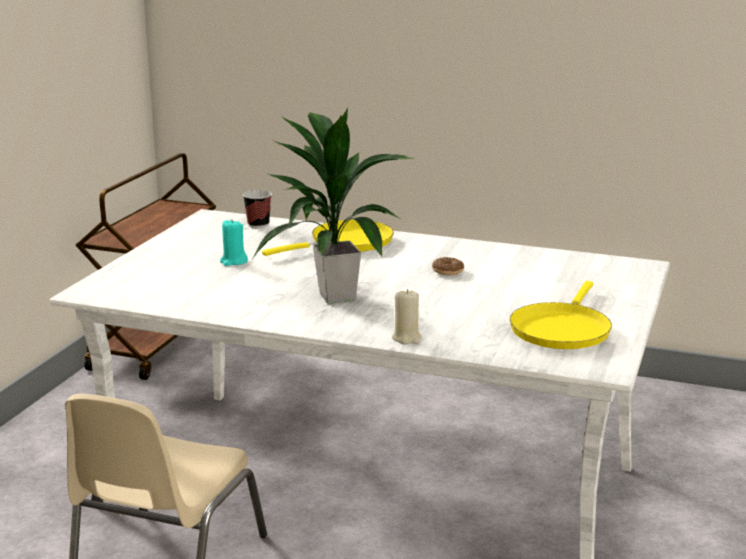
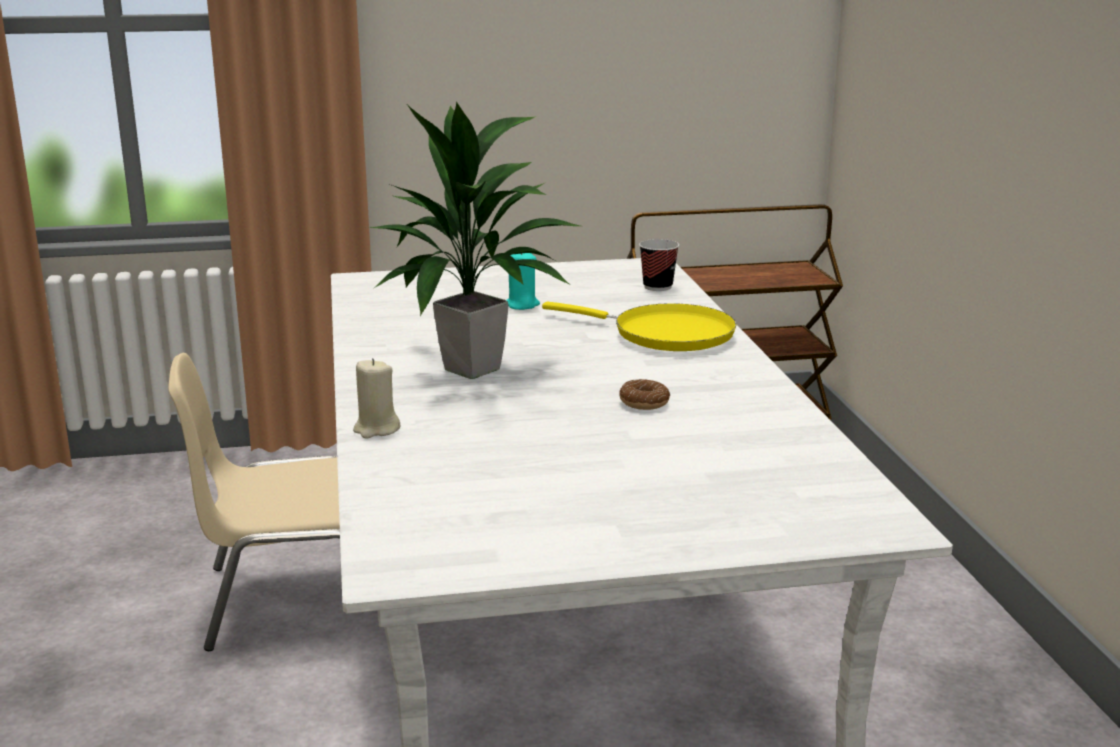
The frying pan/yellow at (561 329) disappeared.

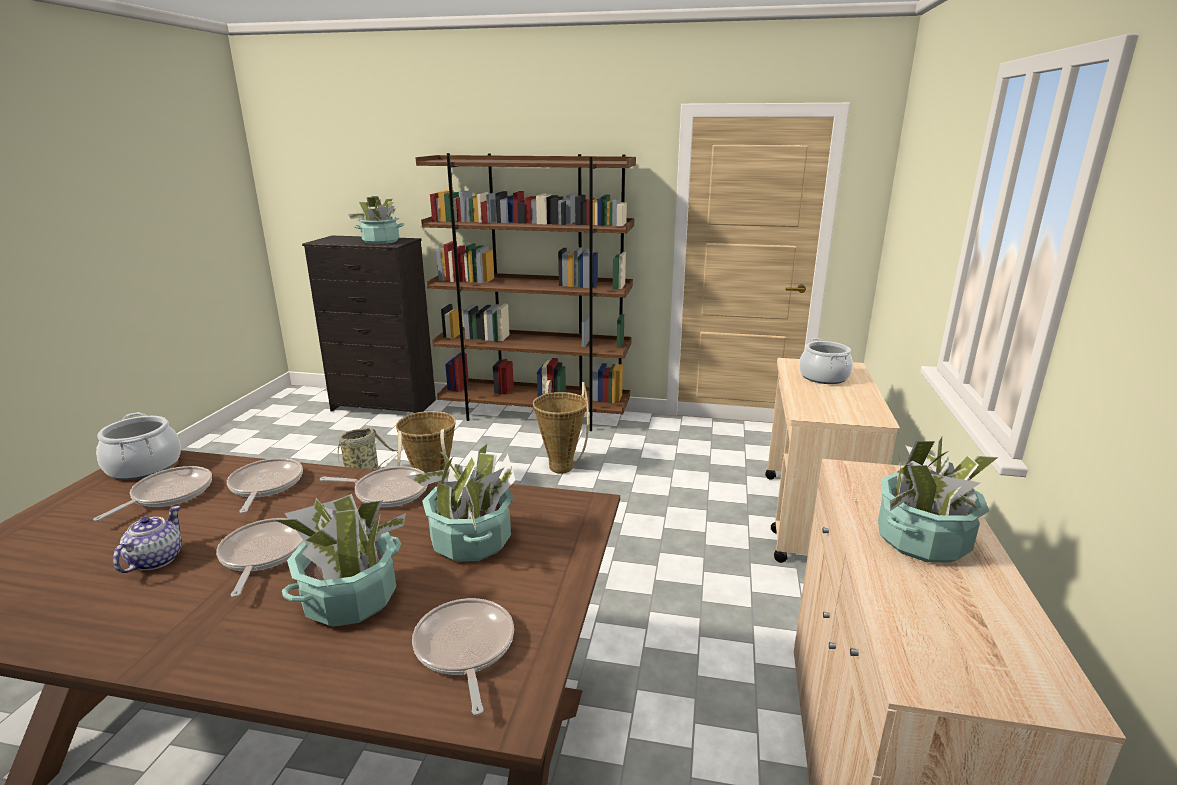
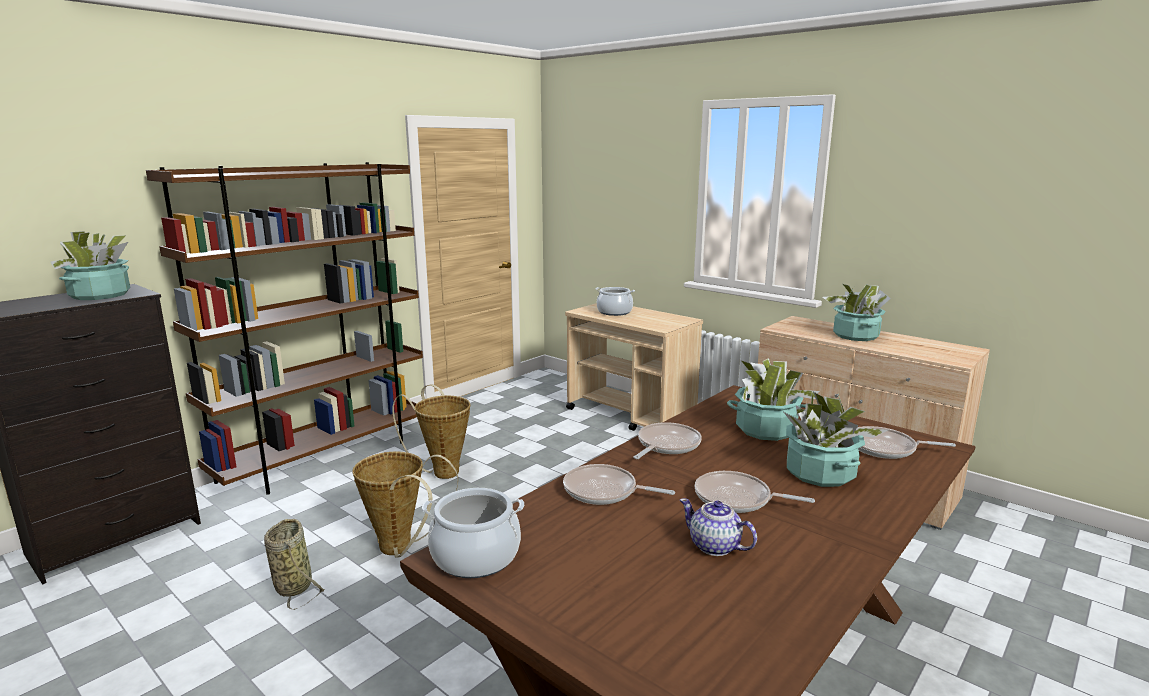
The frying pan at (168 495) disappeared.

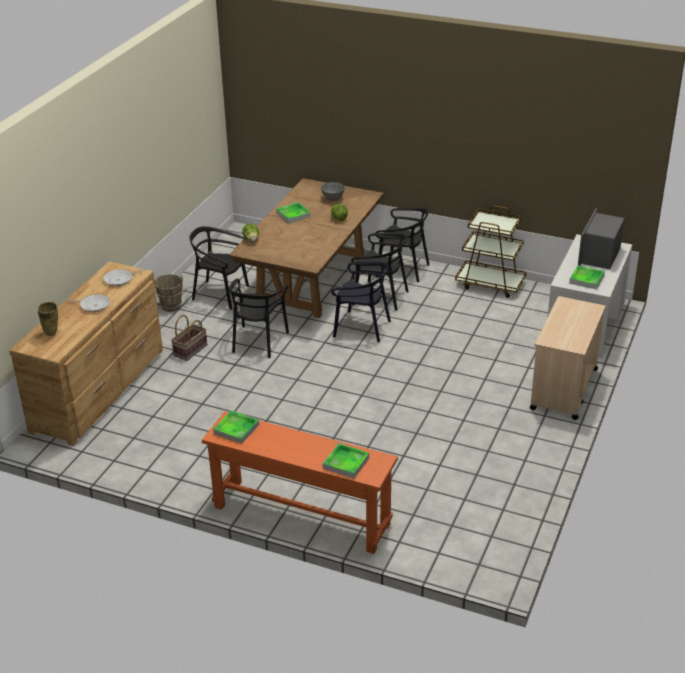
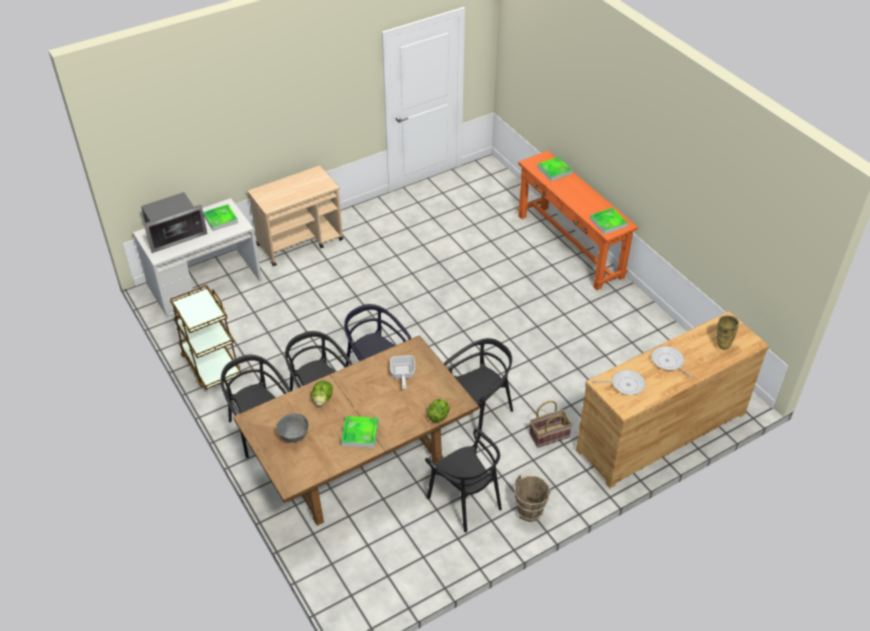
The frying pan at (402 375) appeared.

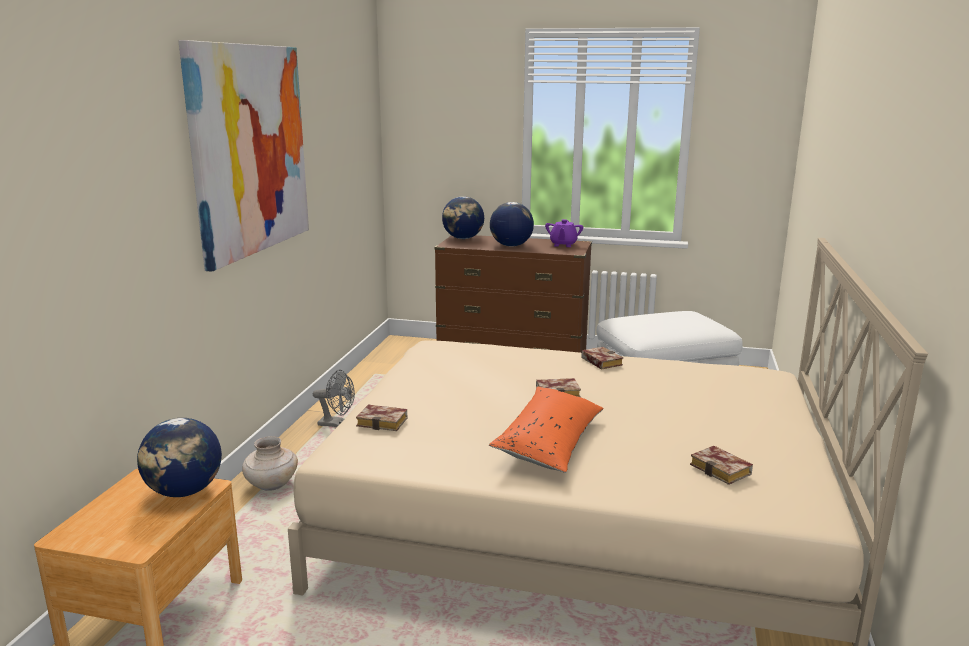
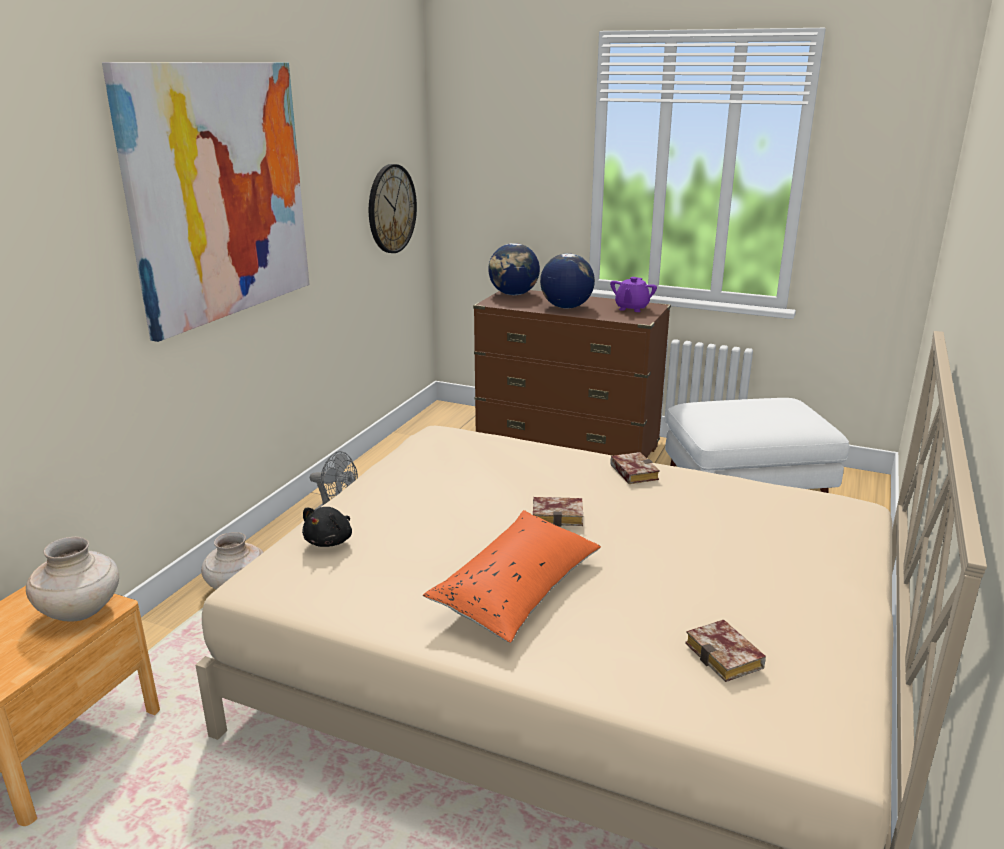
The wall clock at (391 209) appeared. The globe at (184 491) was replaced by the vase/beige at (81 611). The book at (384 422) was replaced by the plush toy/black at (330 541).

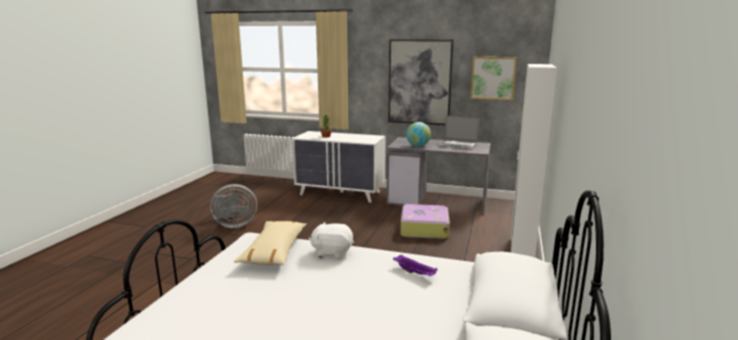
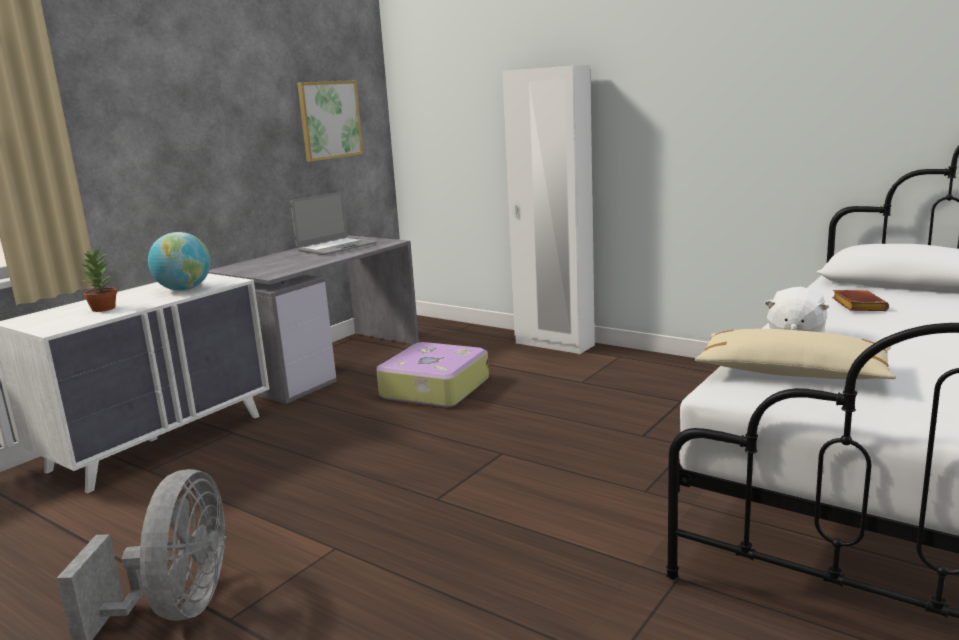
The picture at (419 82) disappeared. The globe moved from (418 146) to (184 289). The tray/purple at (415 273) was replaced by the book/brown at (856 305).

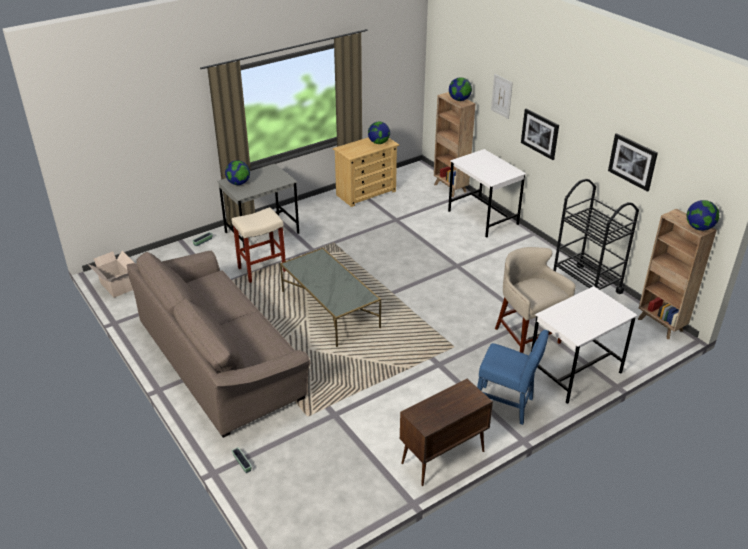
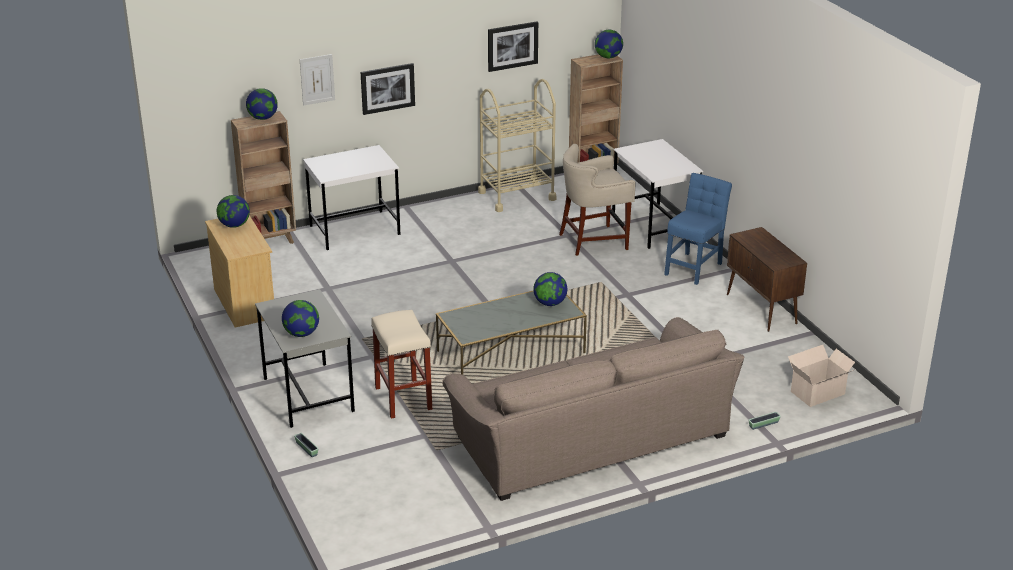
The globe at (550 303) appeared. The cardboard box moved from (117 286) to (819 392). The cart/black at (586 285) became the cart/beige at (516 195).

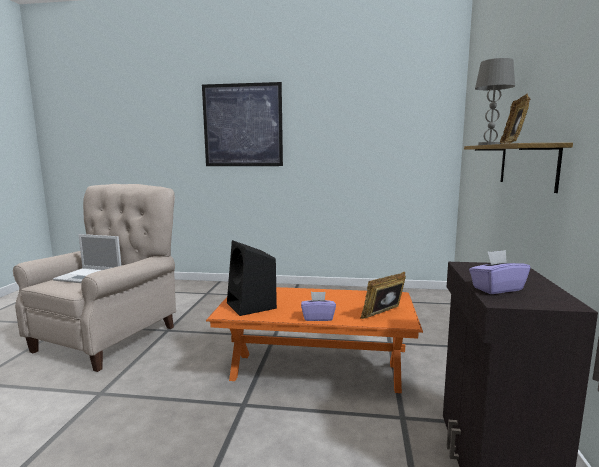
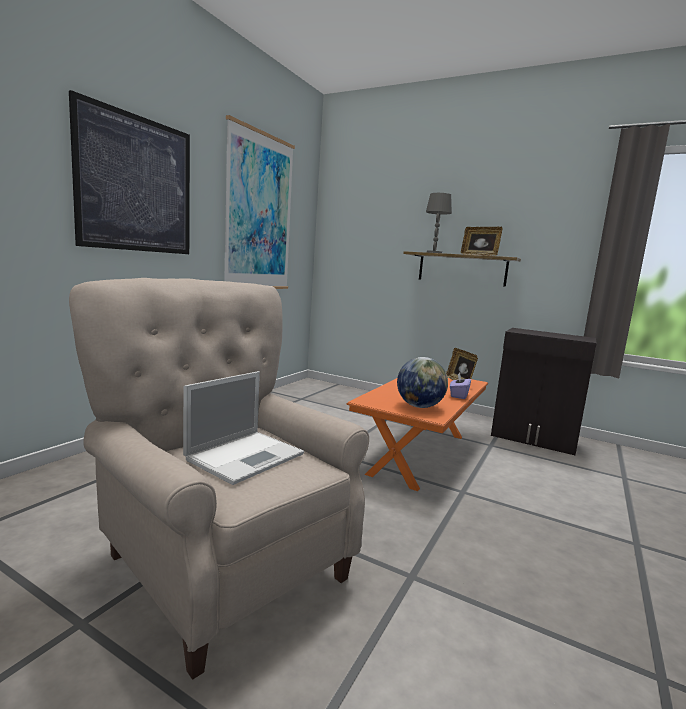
The tissue box/purple at (496 289) disappeared. The picture at (259 213) appeared. The speaker/black at (252 306) was replaced by the globe at (419 406).

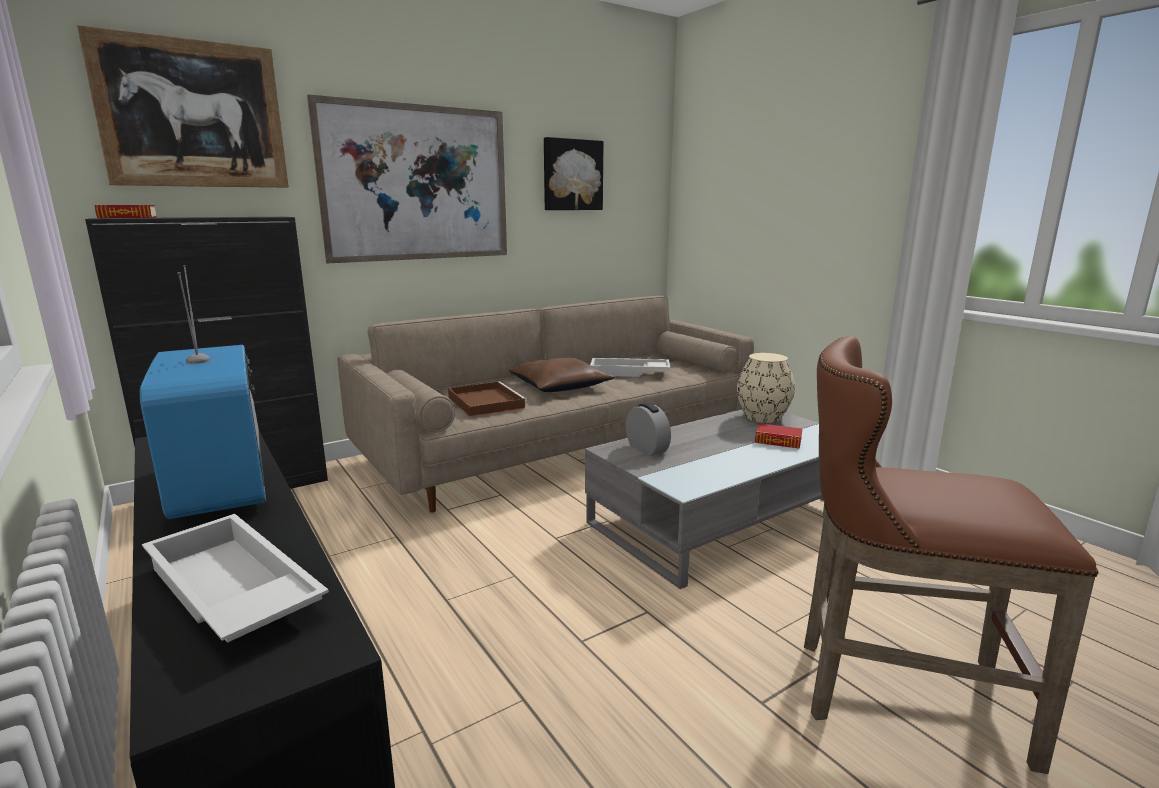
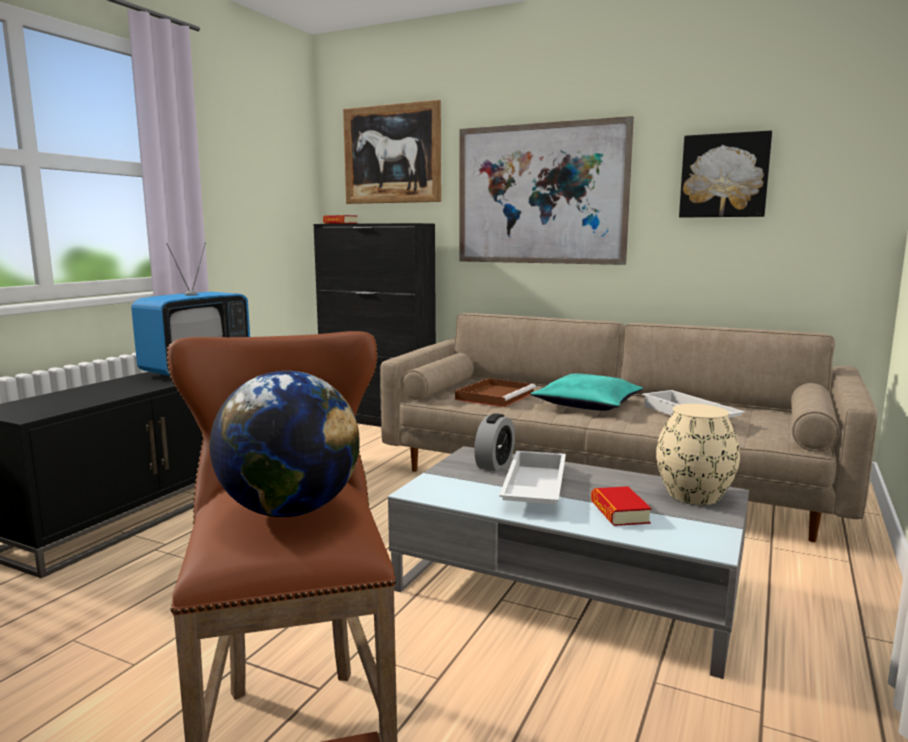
The globe at (290 510) appeared. The tray/white moved from (229 593) to (532 489). The pillow/brown at (560 386) became the pillow/turquoise at (588 405).

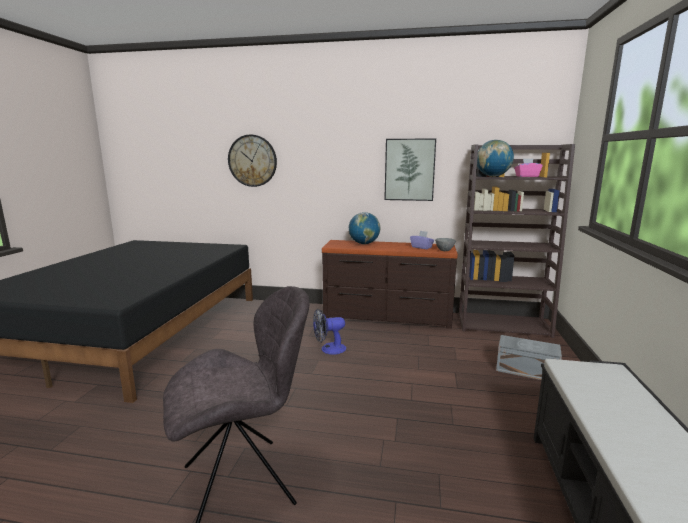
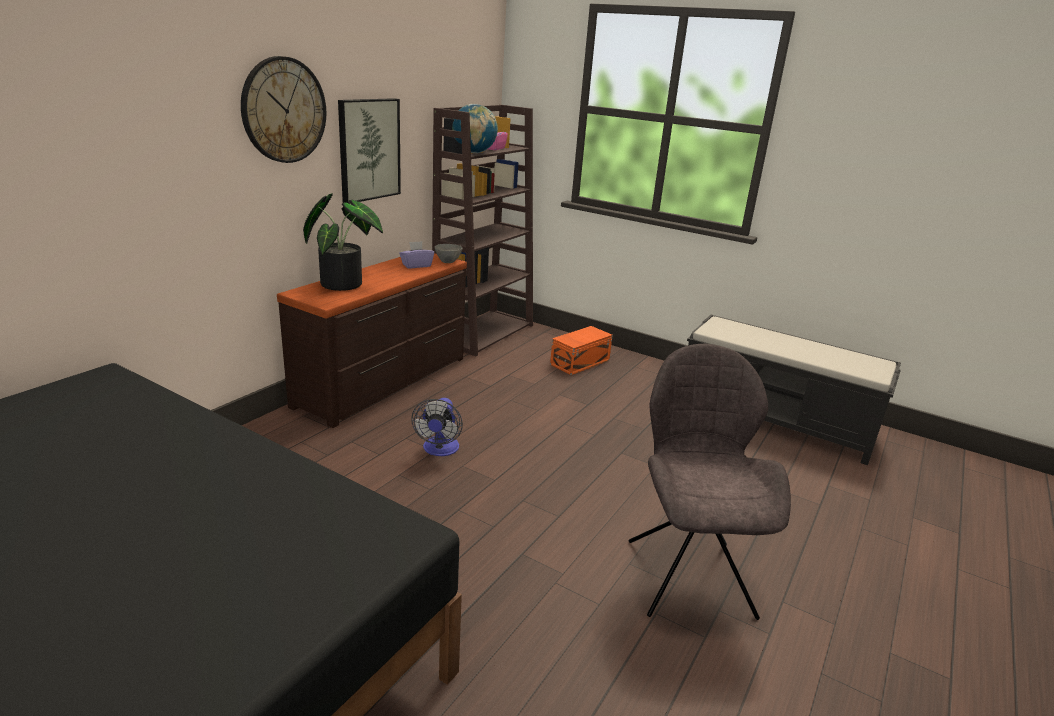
The wall clock moved from (252 161) to (284 110). The globe at (364 244) was replaced by the potted plant at (346 283). The storage box/grey at (525 369) became the storage box/orange at (578 362).

